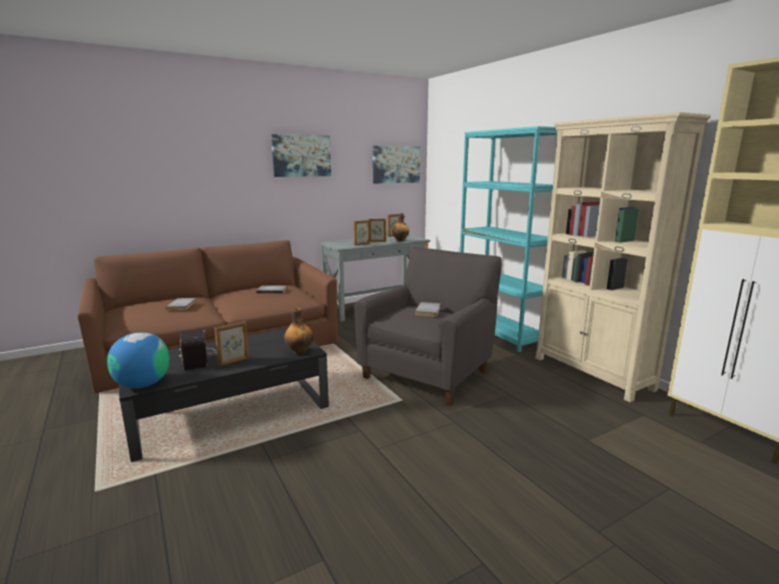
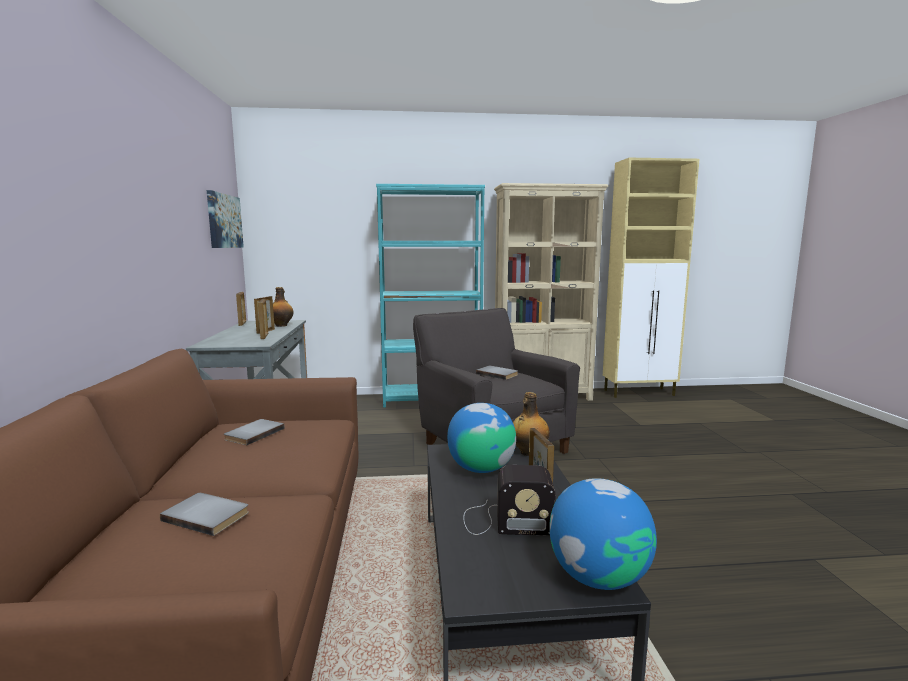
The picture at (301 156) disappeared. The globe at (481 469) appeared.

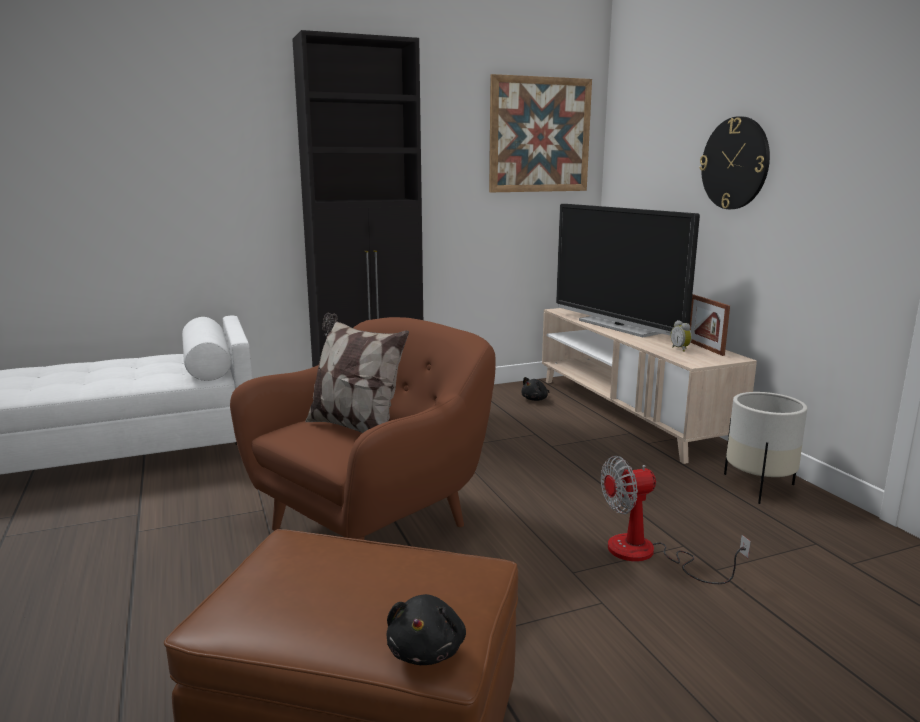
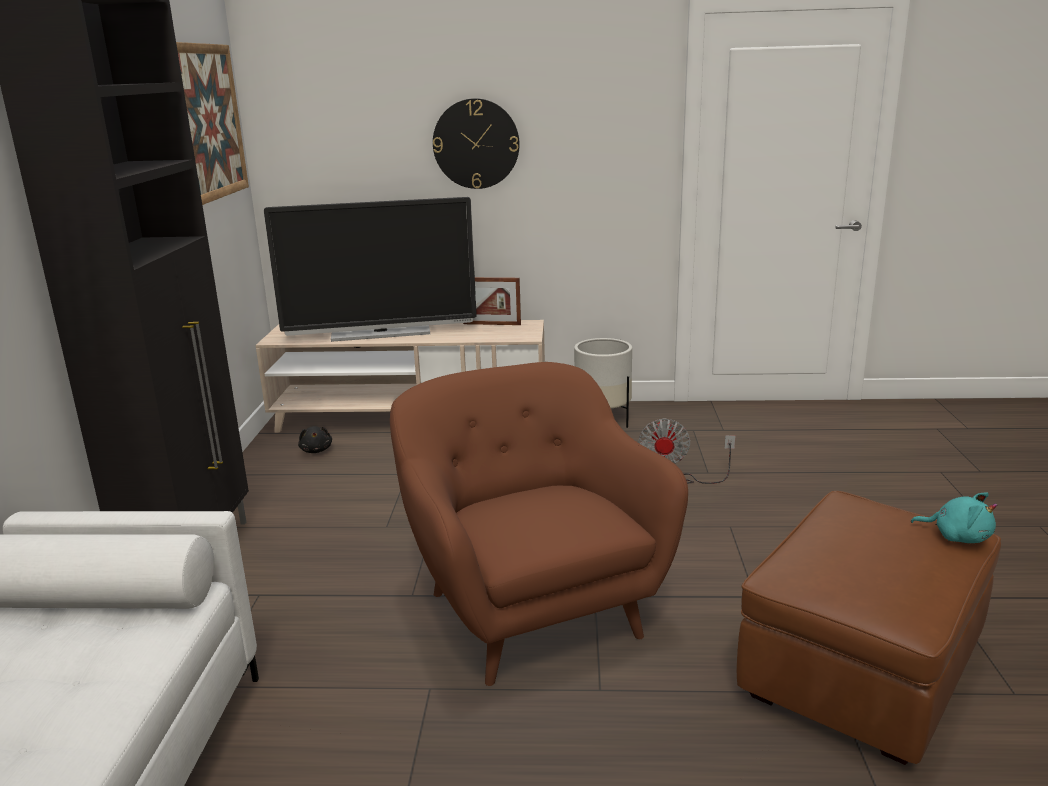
The pillow at (355 428) disappeared. The alarm clock at (681 349) disappeared. The plush toy/black at (427 650) became the plush toy/turquoise at (957 536).

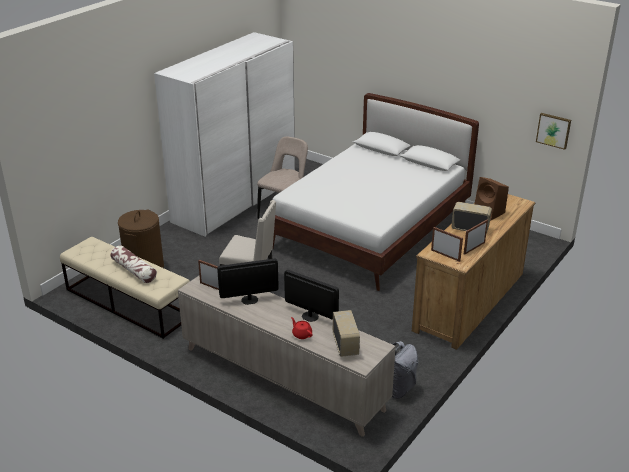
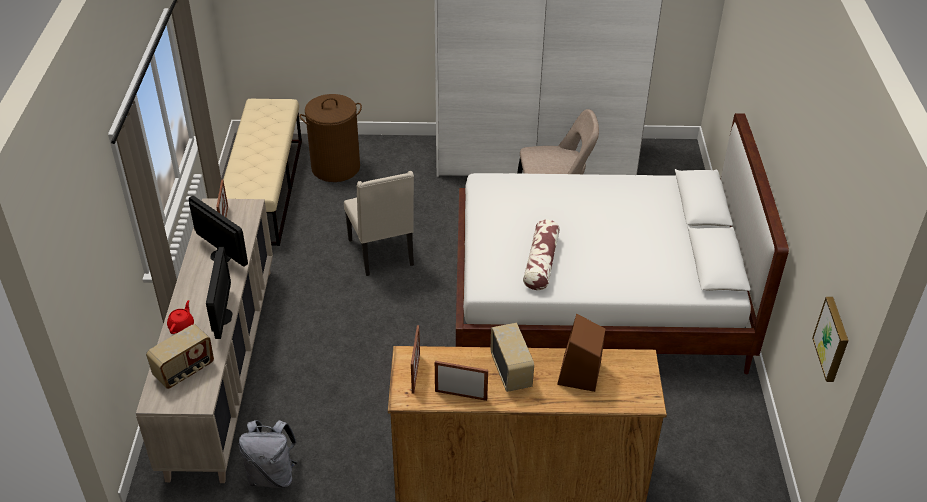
The pillow moved from (134 270) to (541 263).

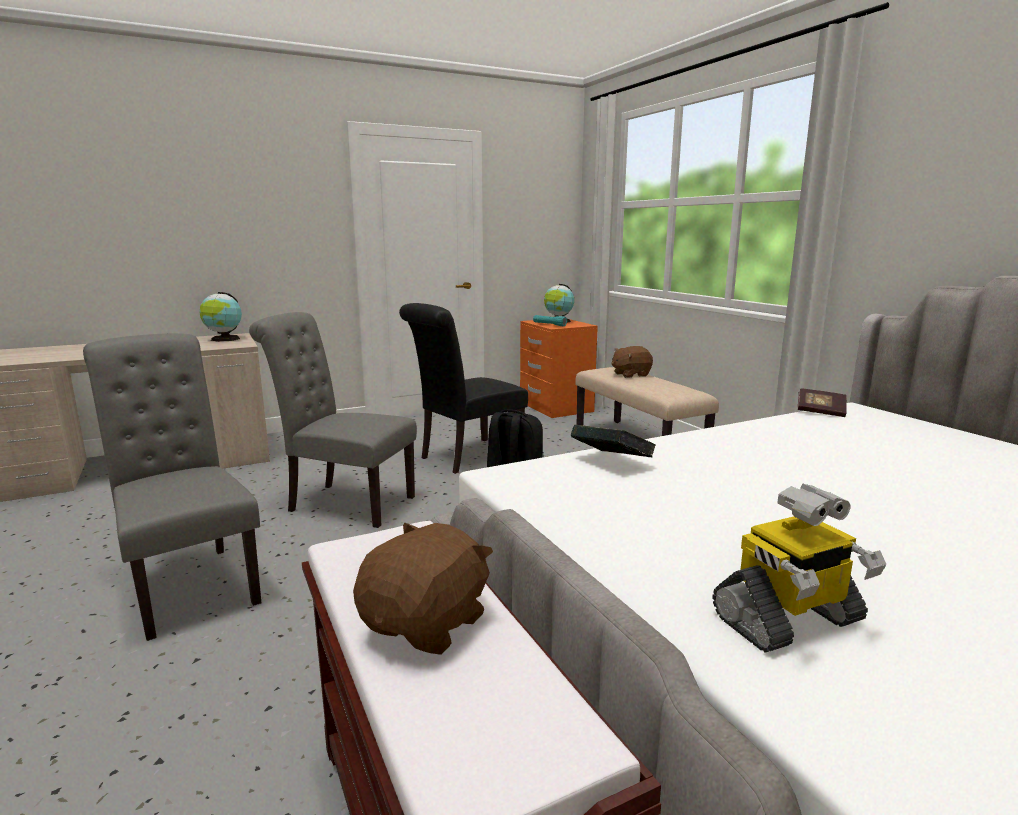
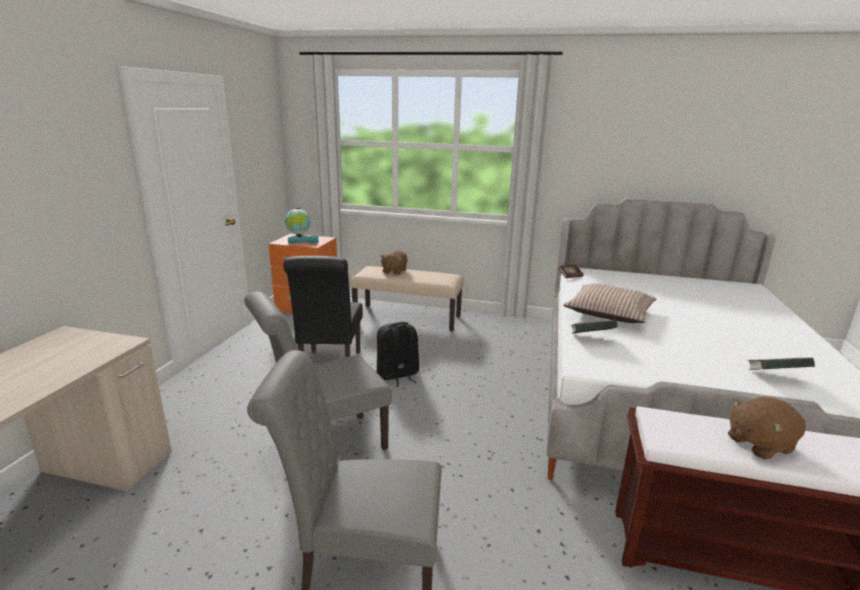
The globe at (224 339) disappeared. The pillow at (609 313) appeared. The toy robot at (788 620) was replaced by the book at (775 377). The plush toy/brown at (427 624) turned 90 degrees counterclockwise.

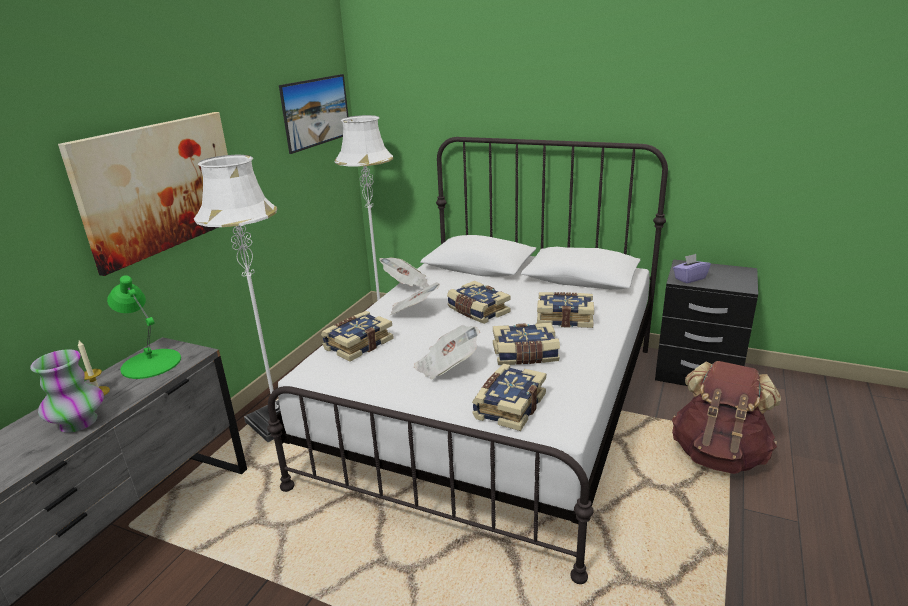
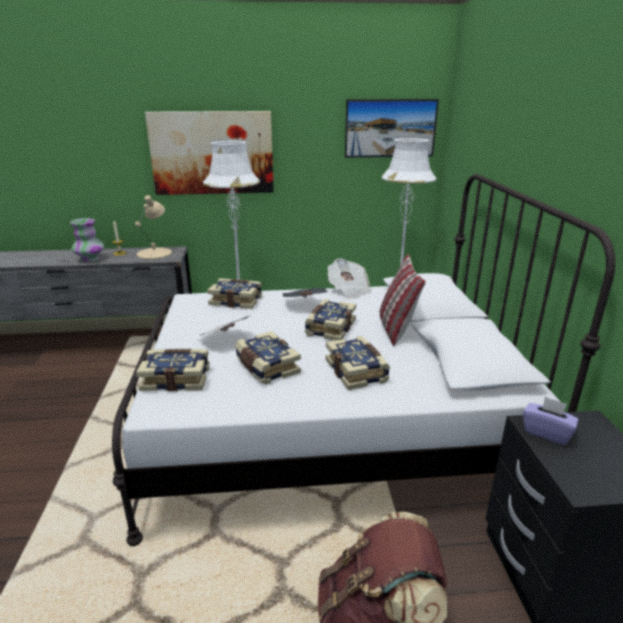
The pillow at (396 328) appeared. The table lamp/green at (151 363) became the table lamp/beige at (155 253).

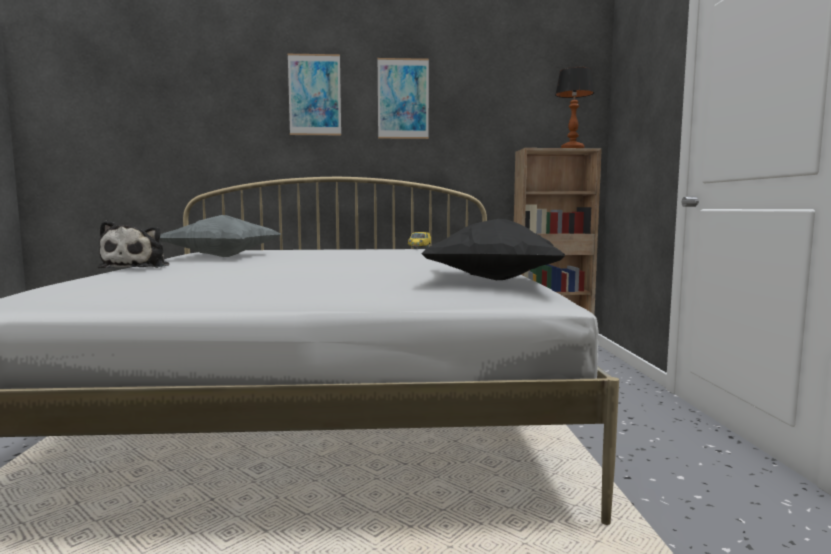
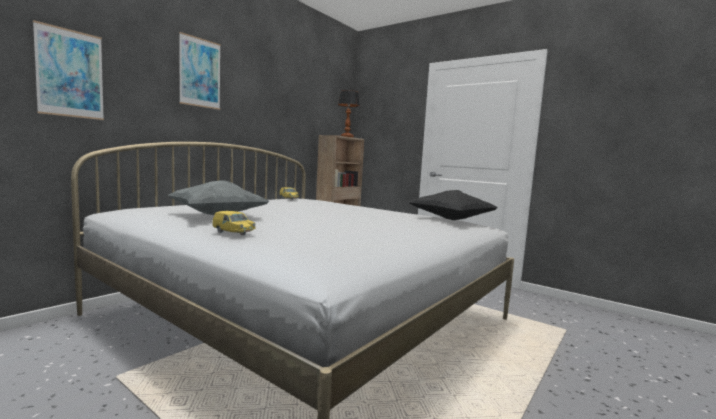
The picture moved from (403 99) to (70 73). The plush toy at (138 267) was replaced by the toy car/yellow at (234 233).

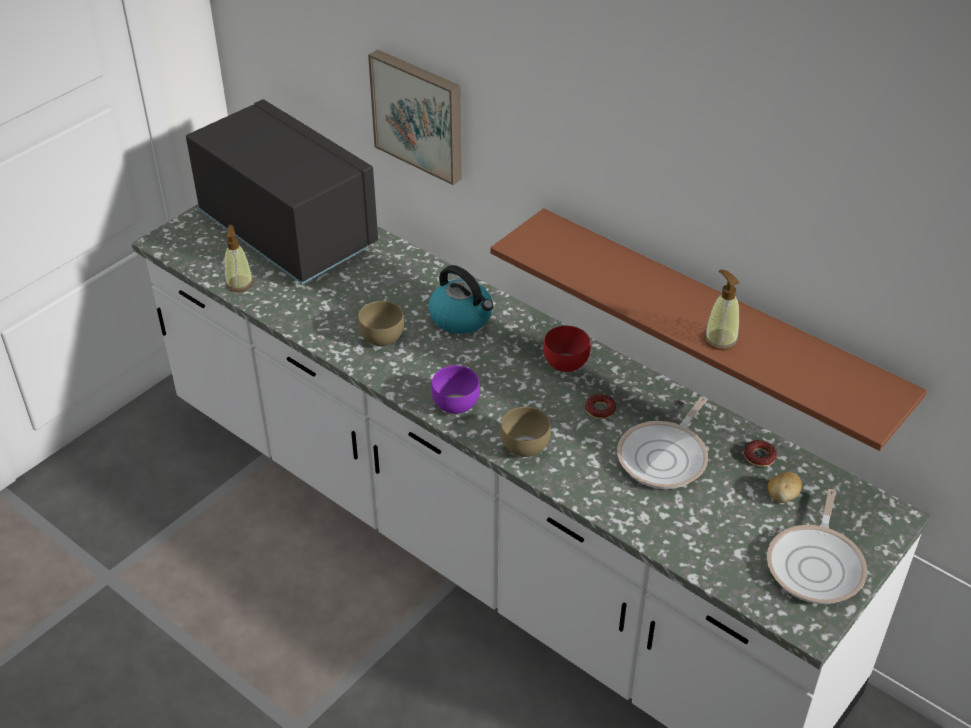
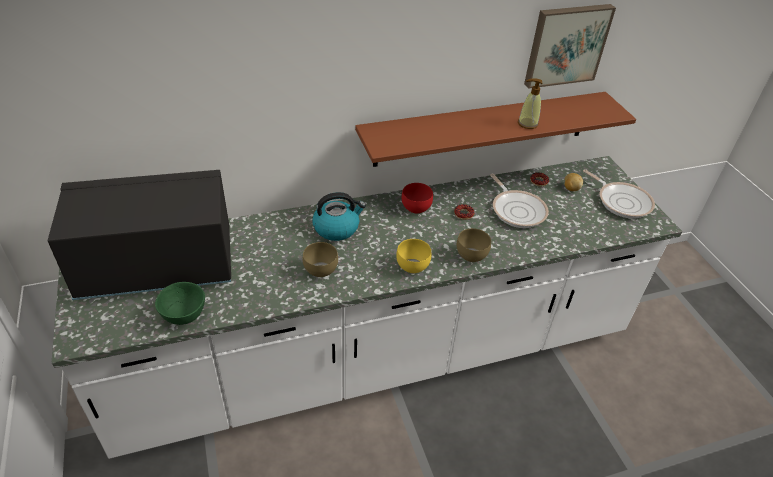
The picture moved from (420 114) to (566 45). The soap dispenser at (239 283) was replaced by the bowl/green at (184 316). The bowl/purple at (455 403) became the bowl/yellow at (411 266).

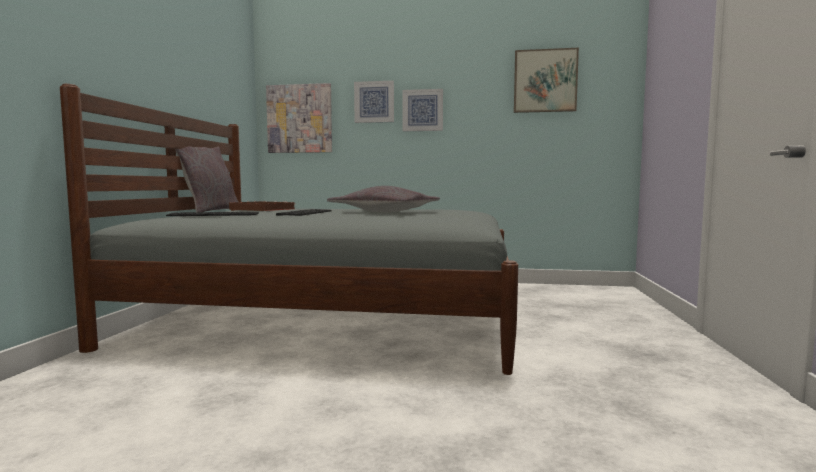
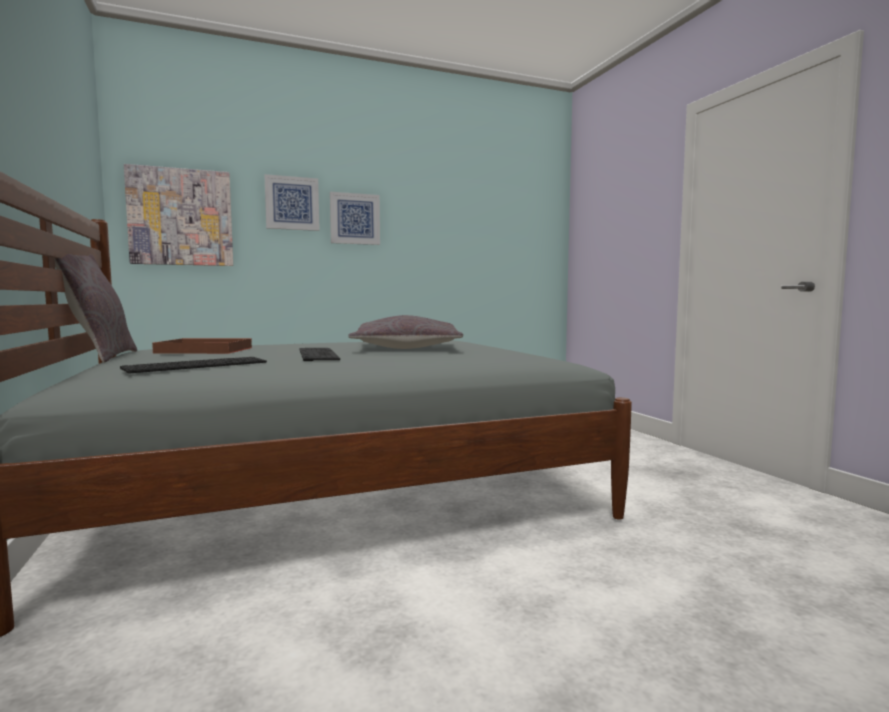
The picture at (545 81) disappeared.

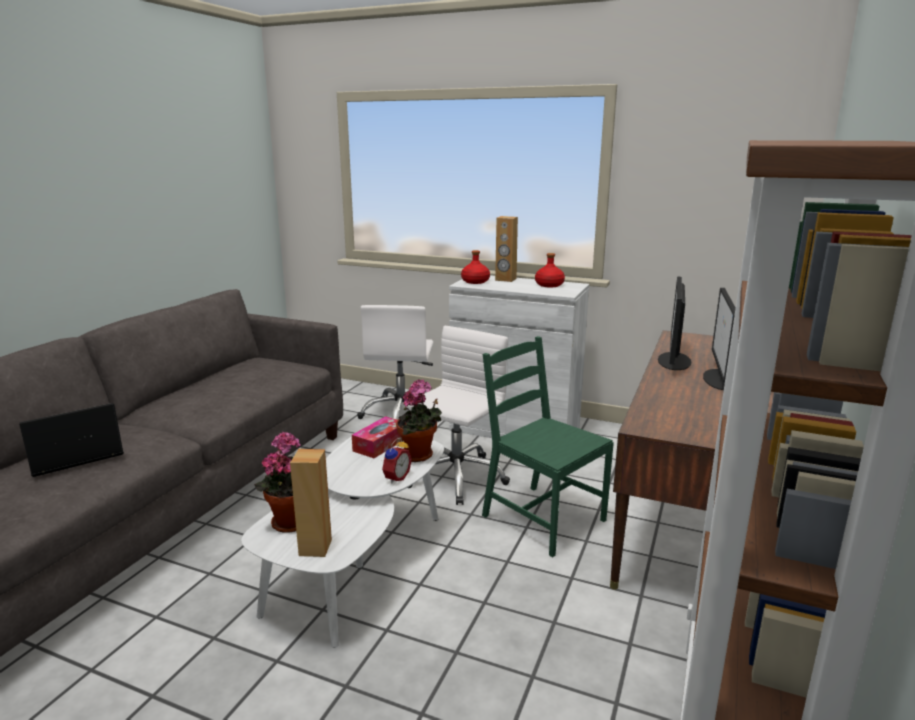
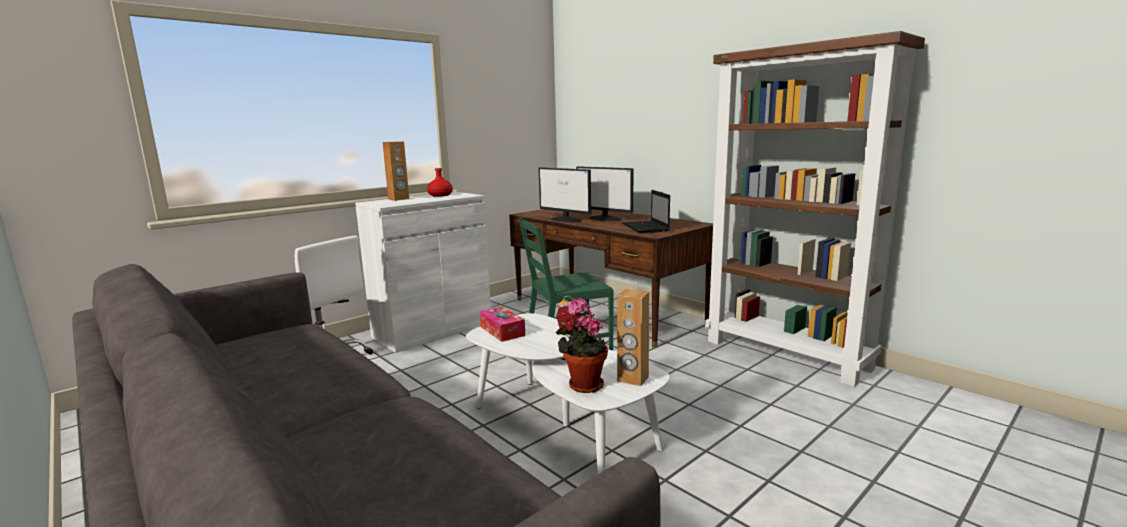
The potted plant at (419 456) disappeared. The office chair/white at (456 477) disappeared. The bottle/red at (475 281) disappeared. The laptop moved from (74 458) to (646 228).

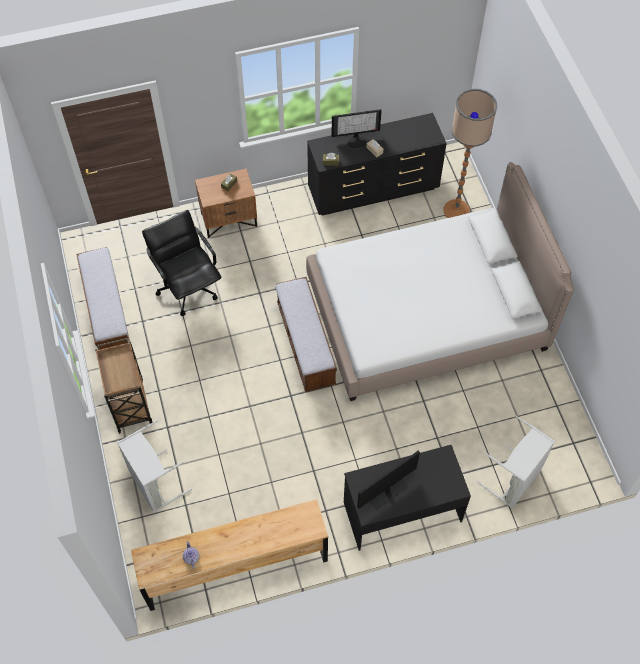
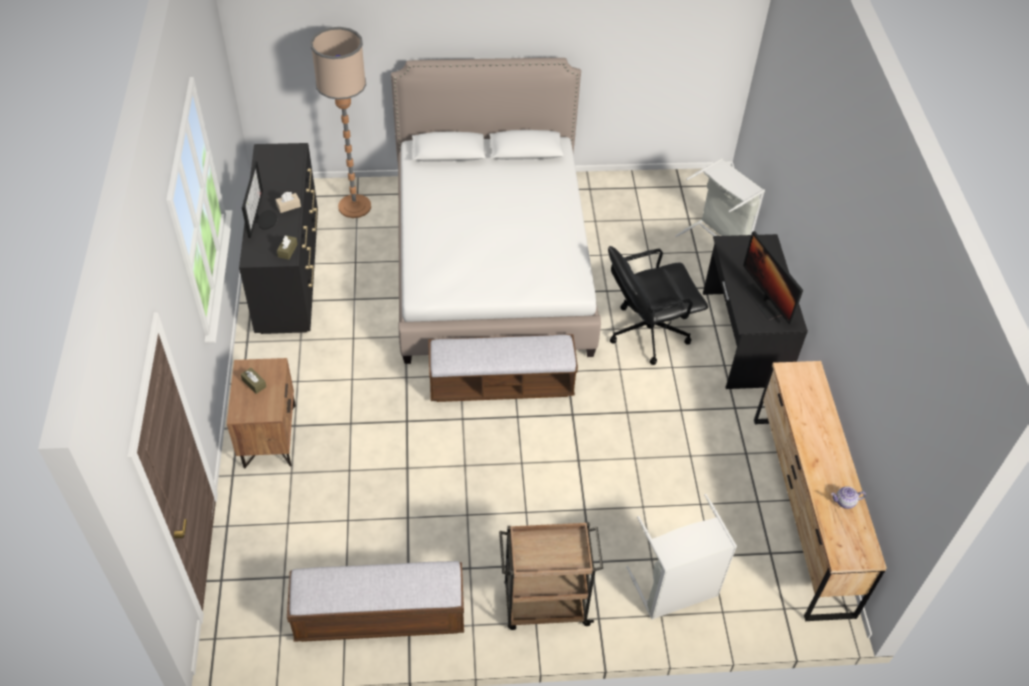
The office chair/black moved from (188 287) to (647 332).

